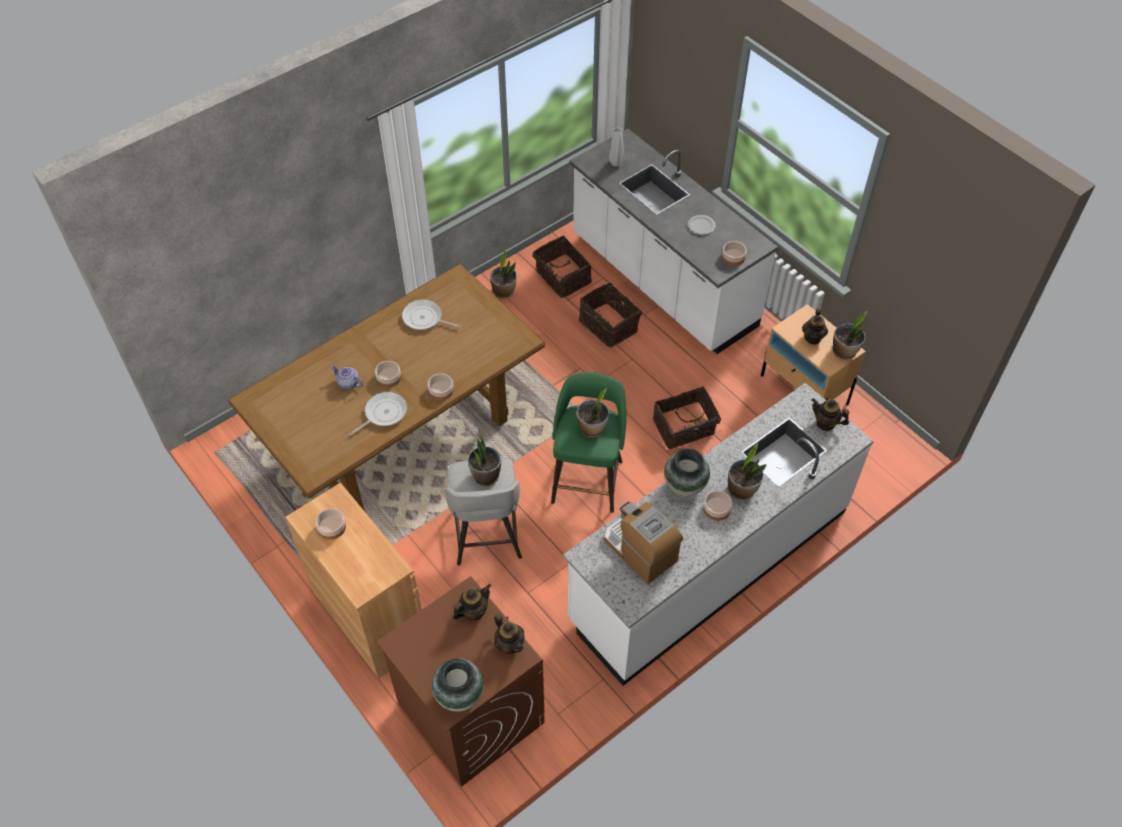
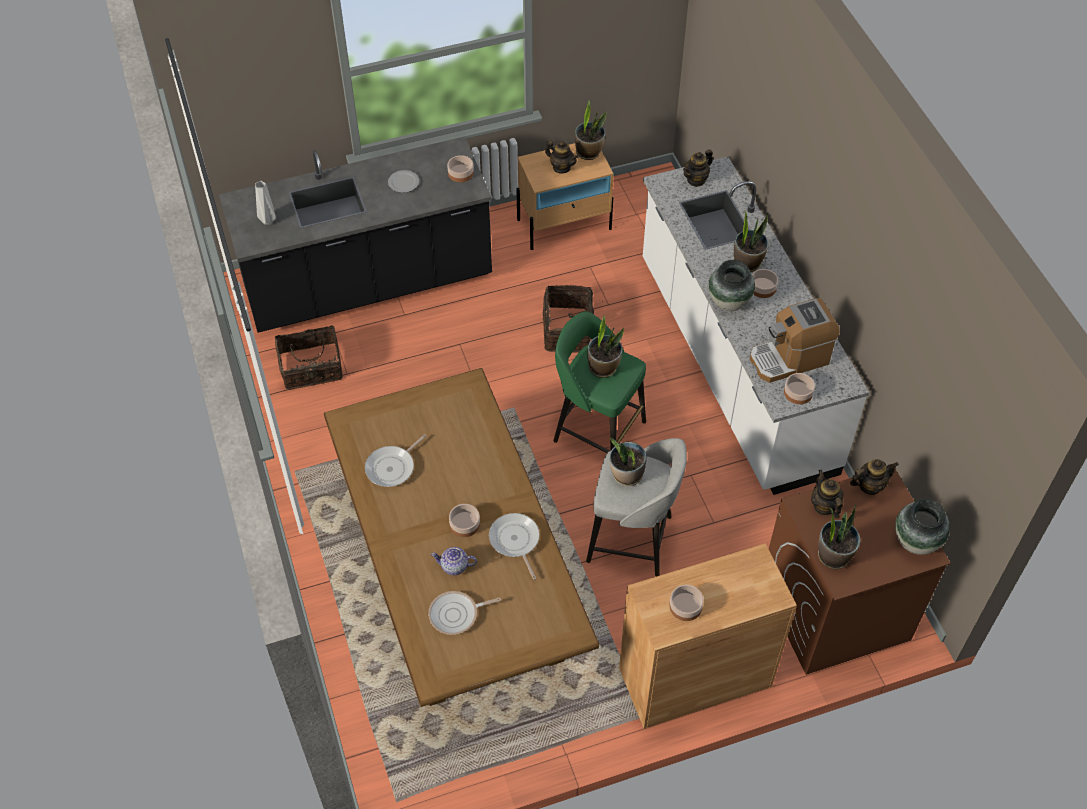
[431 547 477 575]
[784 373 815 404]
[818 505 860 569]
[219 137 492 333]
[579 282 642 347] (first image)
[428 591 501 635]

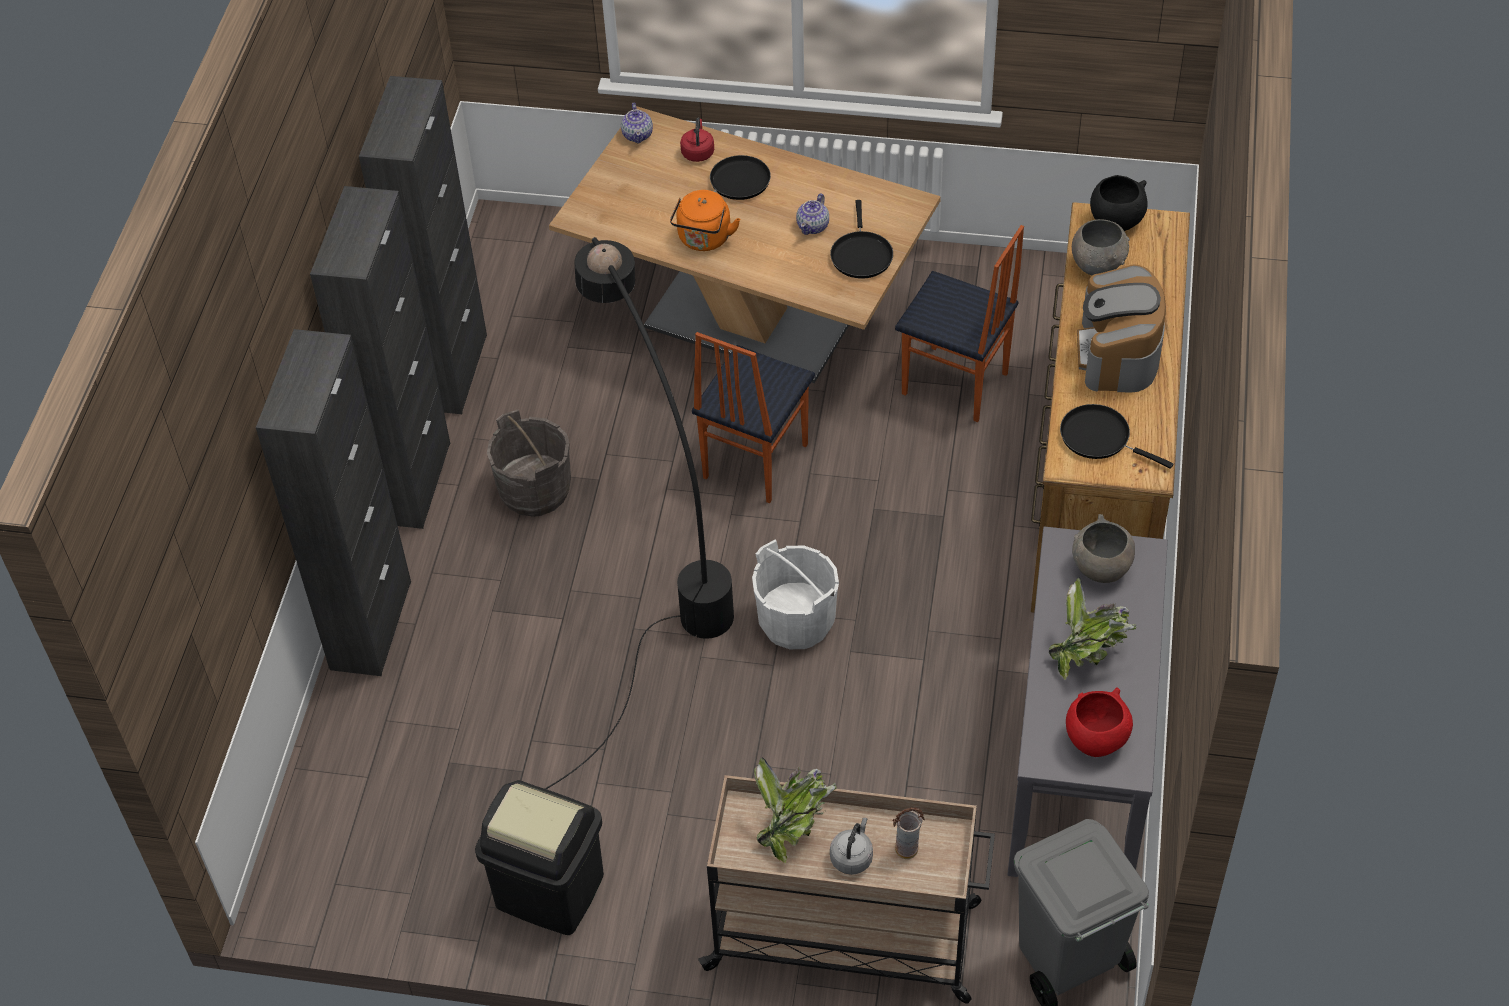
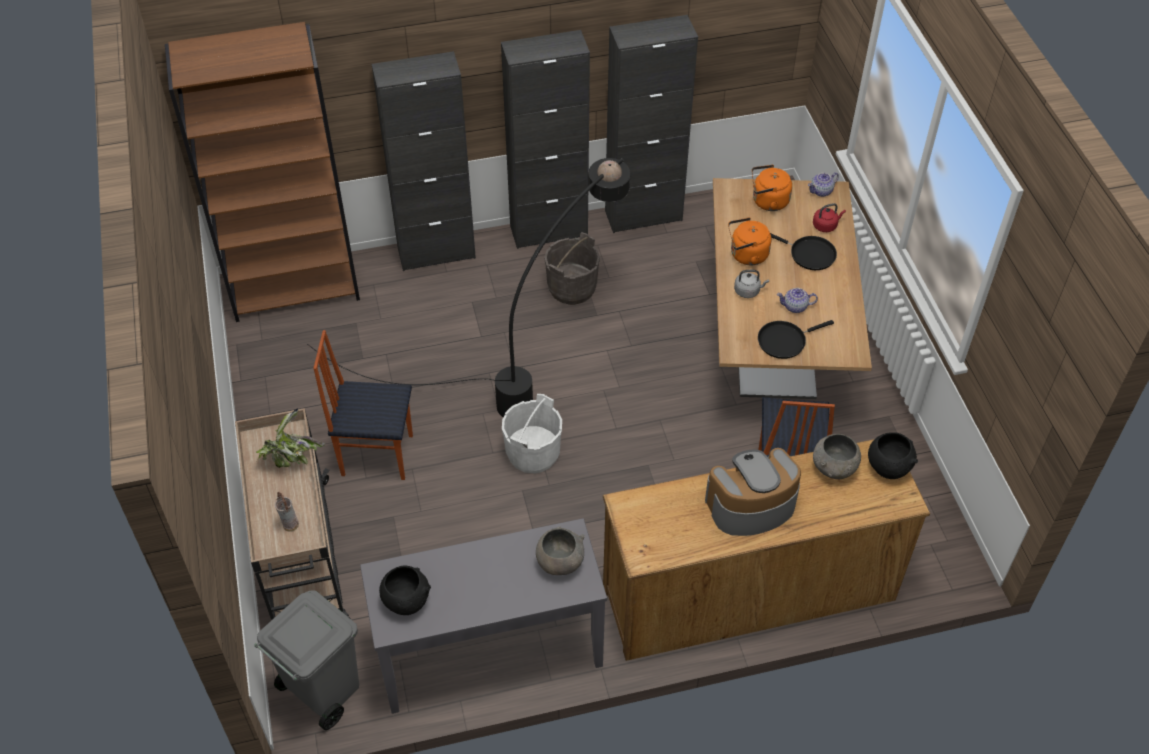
[475 780 604 935] (first image)
[313 330 413 480]
[734 270 769 298]
[1049 577 1136 680] (first image)
[1060 404 1173 469] (first image)
[379 565 431 615]
[165 22 360 322]
[752 165 792 211]

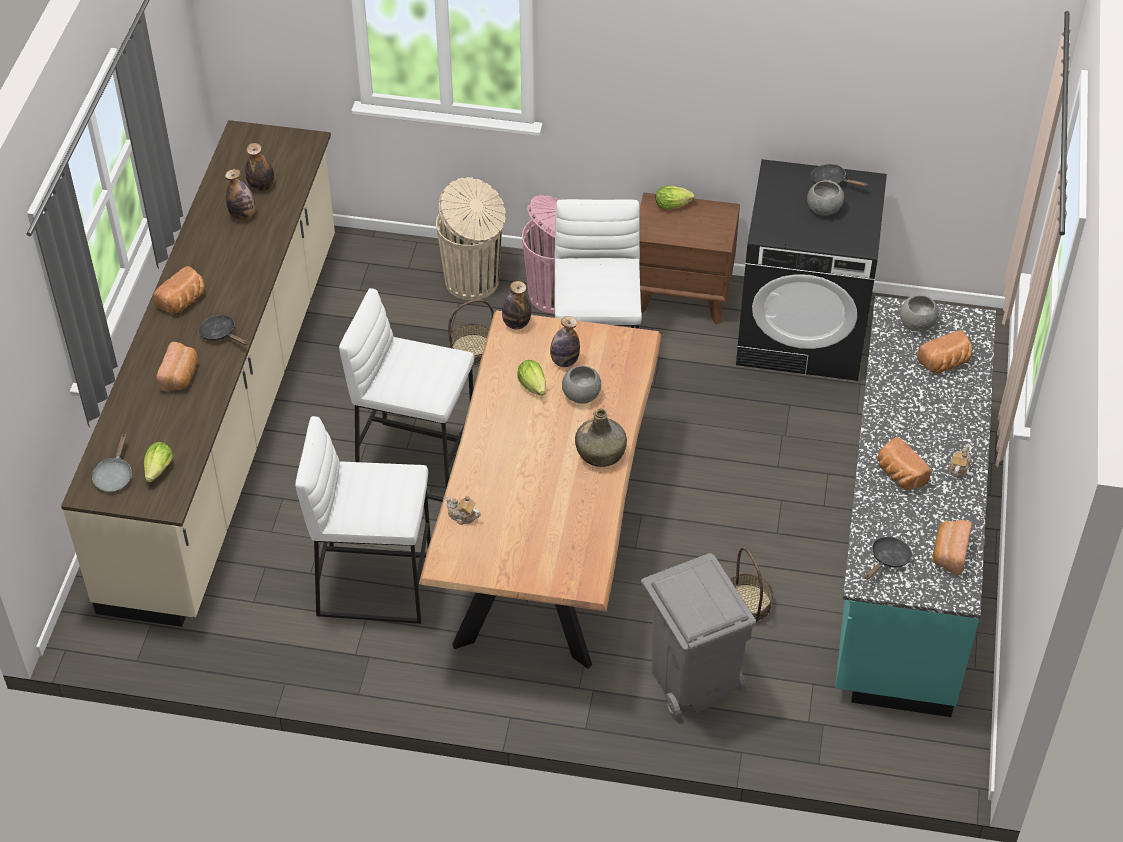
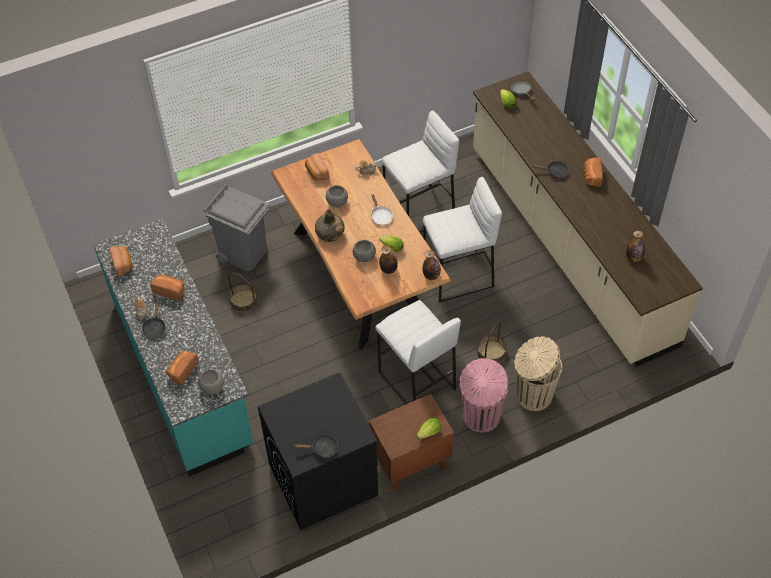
[305 153 329 181]
[225 169 255 221] (first image)
[326 185 348 207]
[142 302 166 339]
[371 194 393 225]

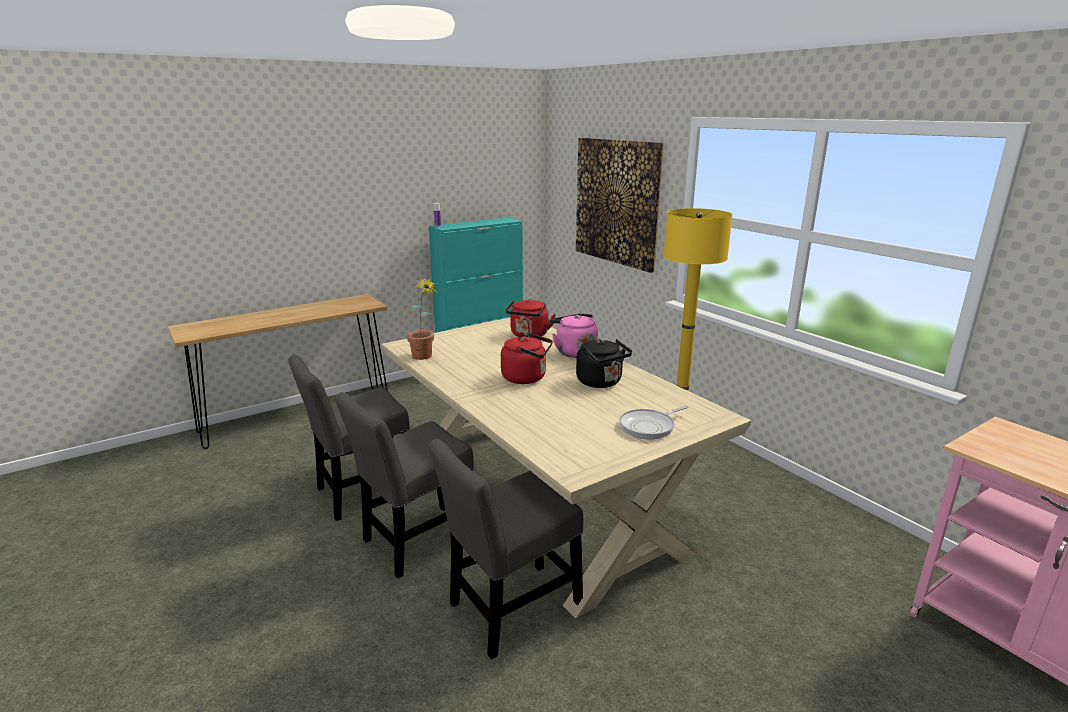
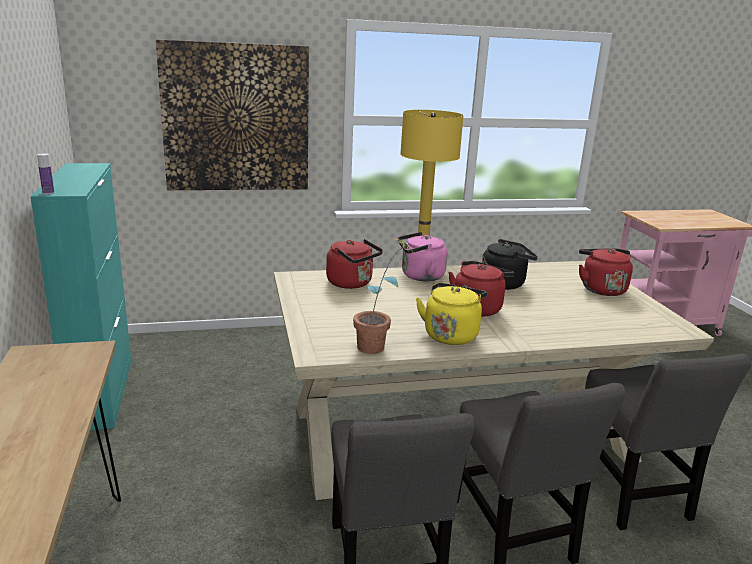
[579 248 633 296]
[416 282 487 345]

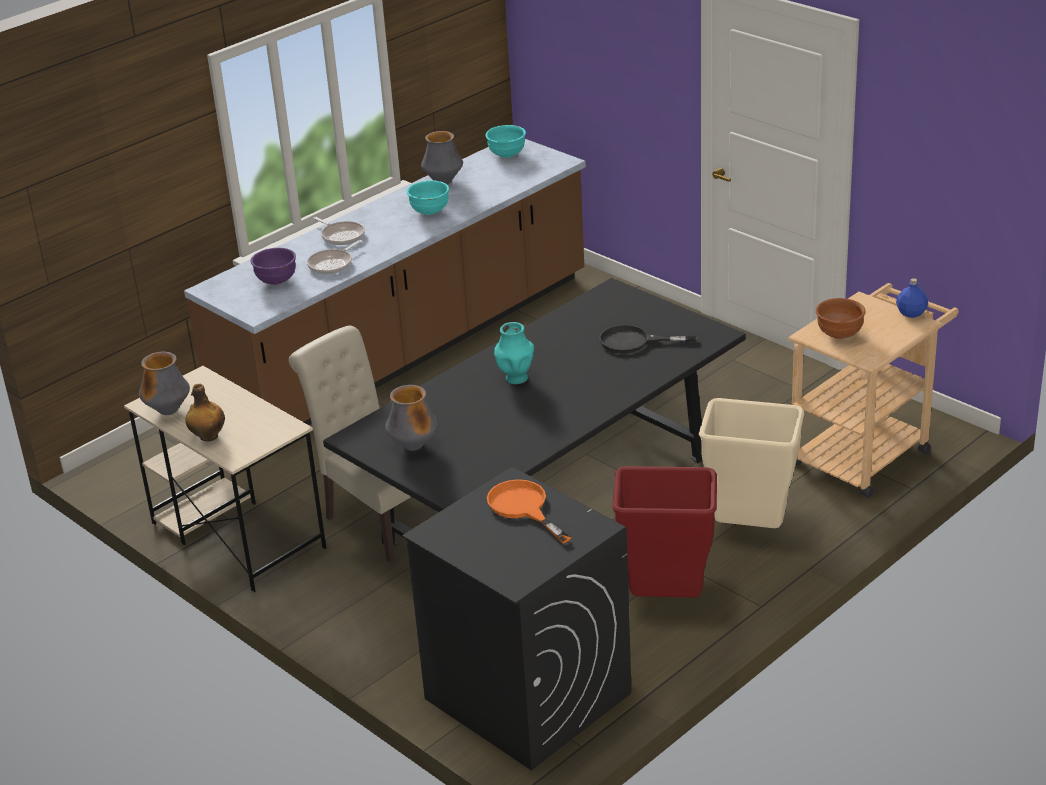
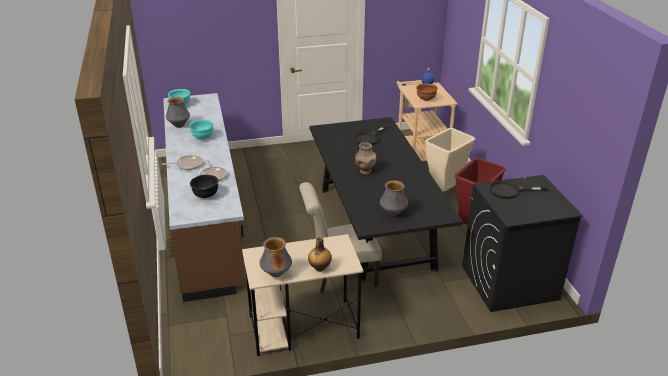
[190 175 218 198]
[489 181 548 199]
[355 142 376 175]

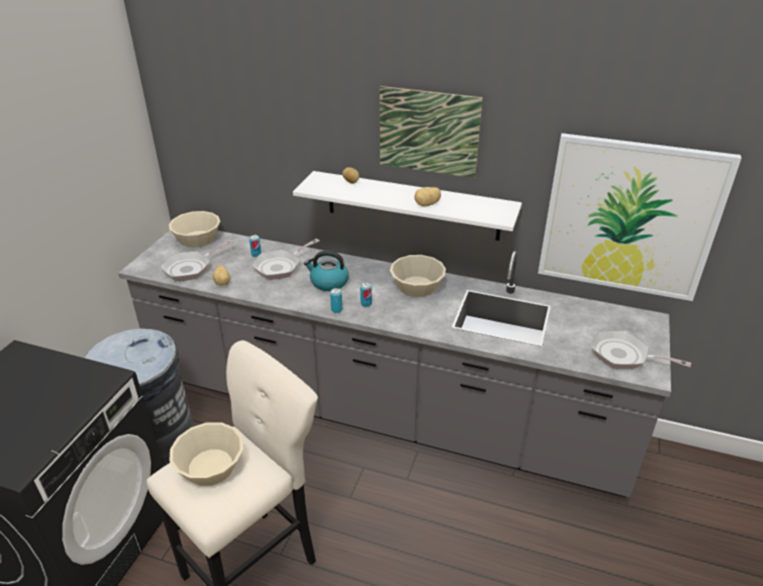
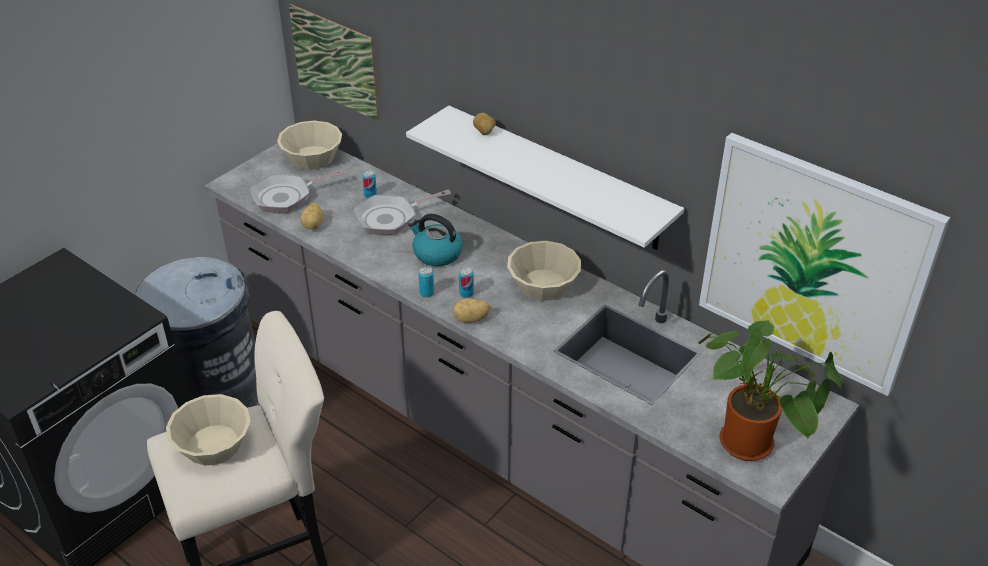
[289 4 379 121]
[453 298 490 323]
[698 320 842 461]

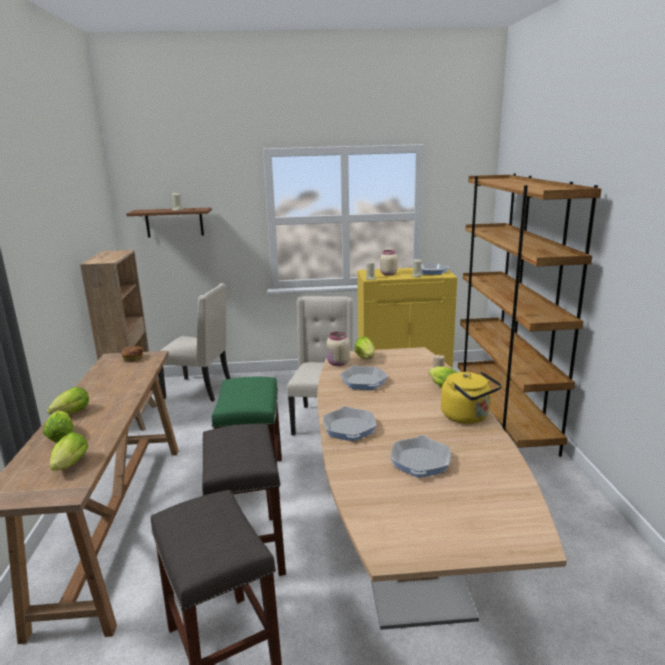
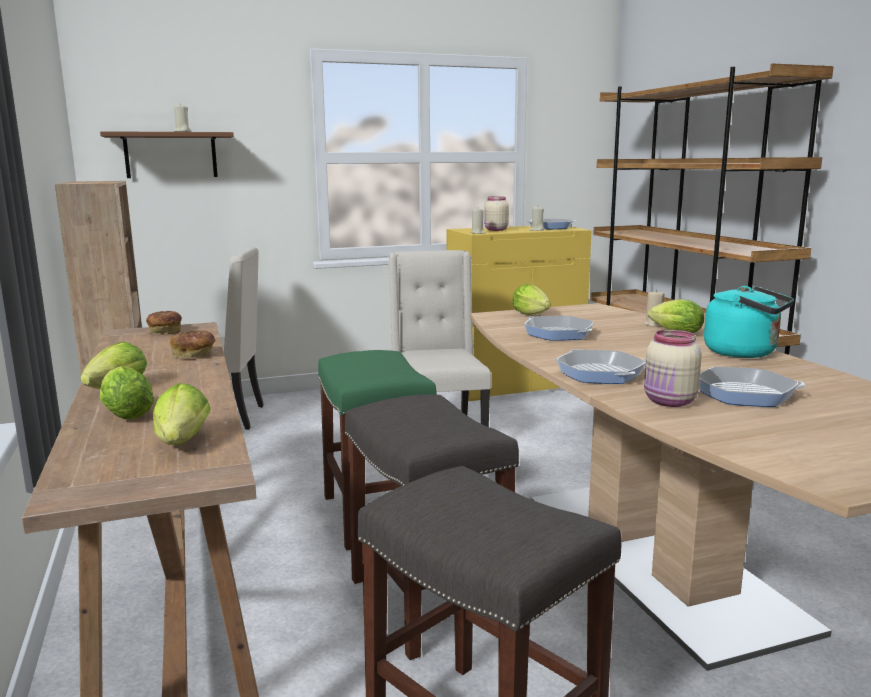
[644 330 702 407]
[699 367 806 407]
[704 286 794 358]
[170 330 215 358]

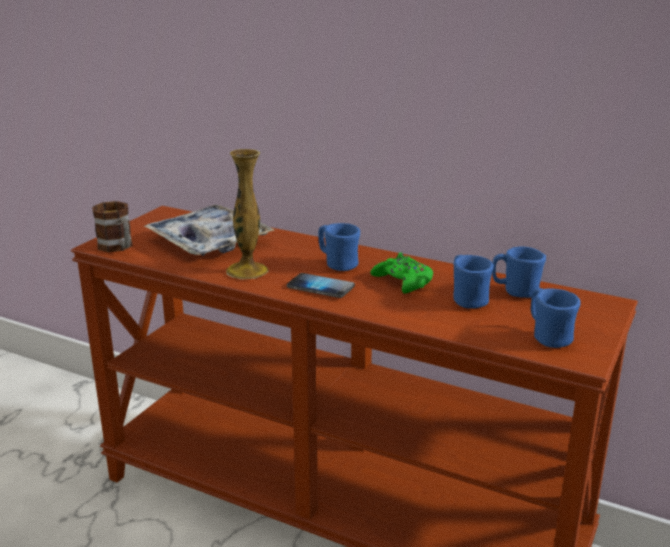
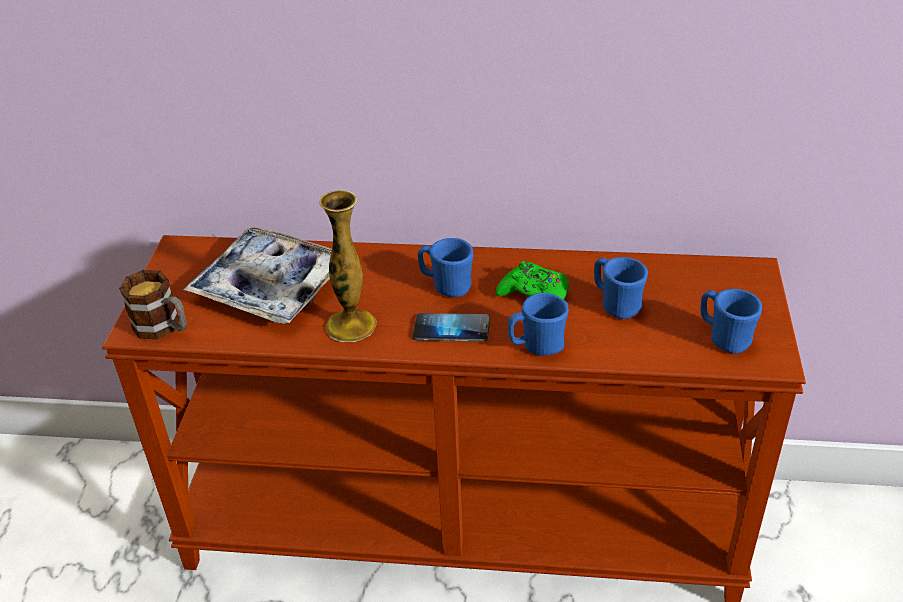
[508 293 568 356]

